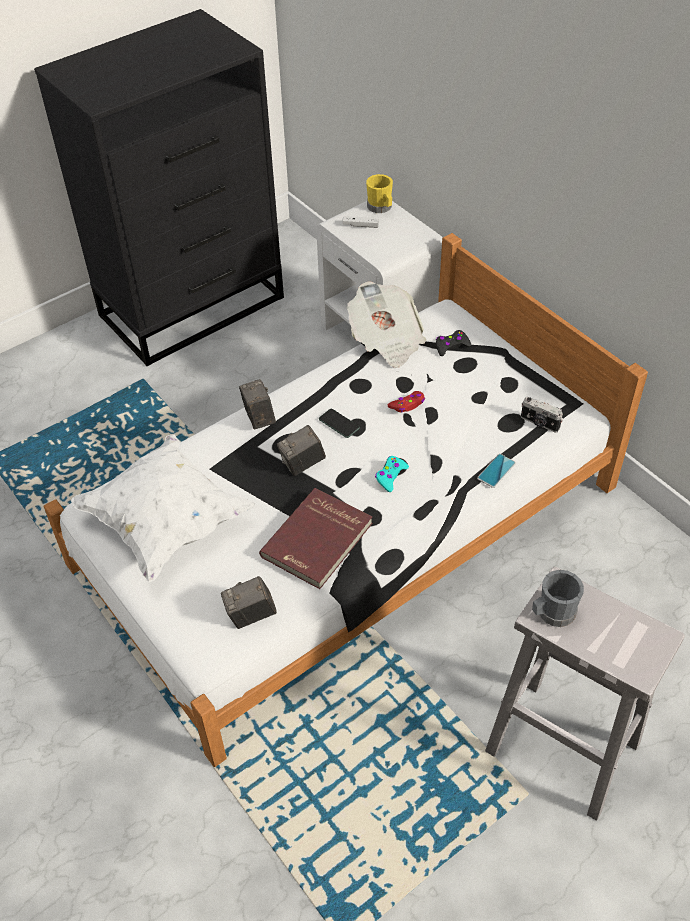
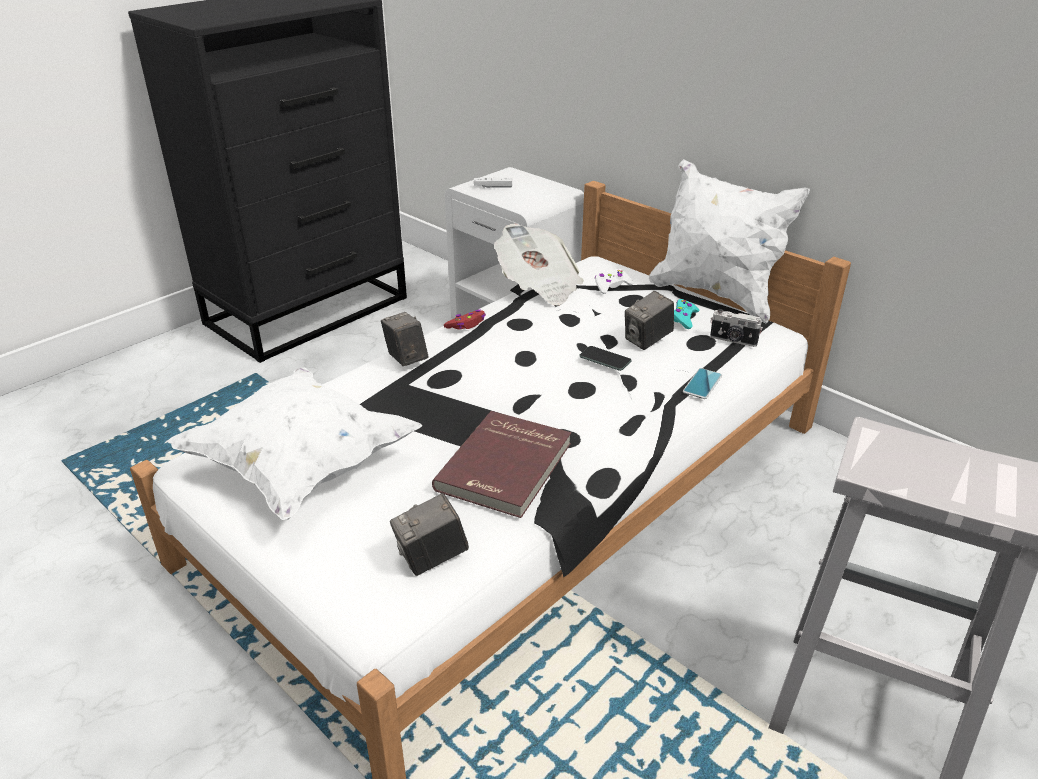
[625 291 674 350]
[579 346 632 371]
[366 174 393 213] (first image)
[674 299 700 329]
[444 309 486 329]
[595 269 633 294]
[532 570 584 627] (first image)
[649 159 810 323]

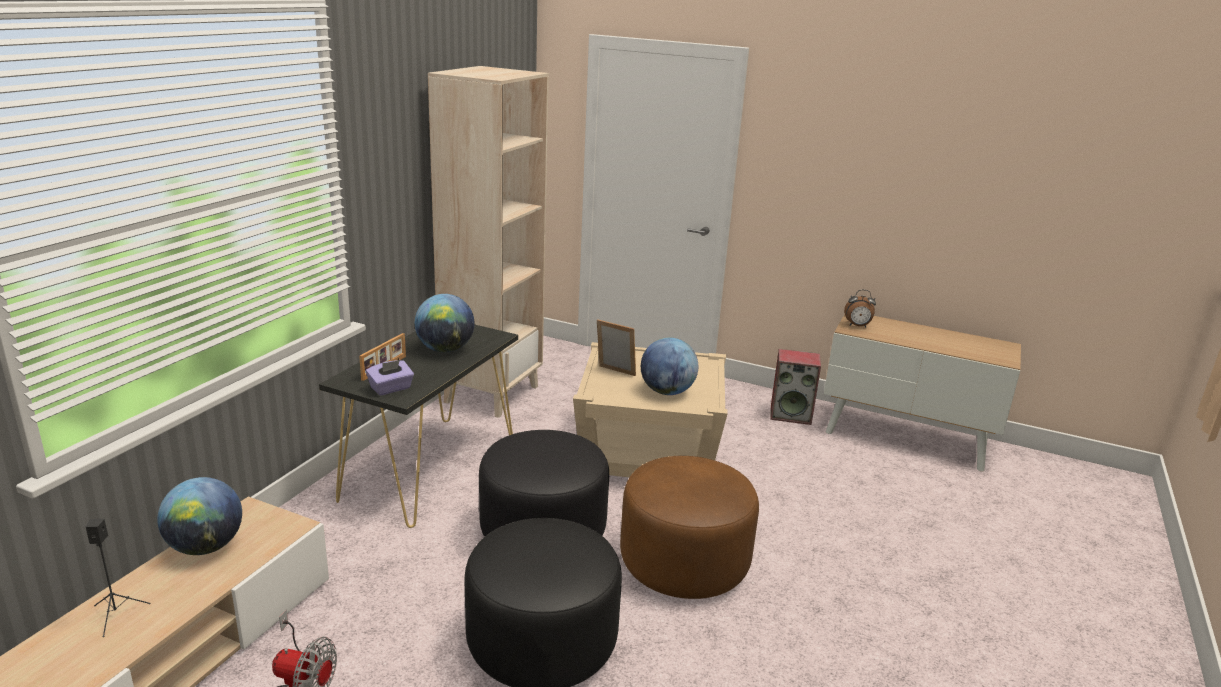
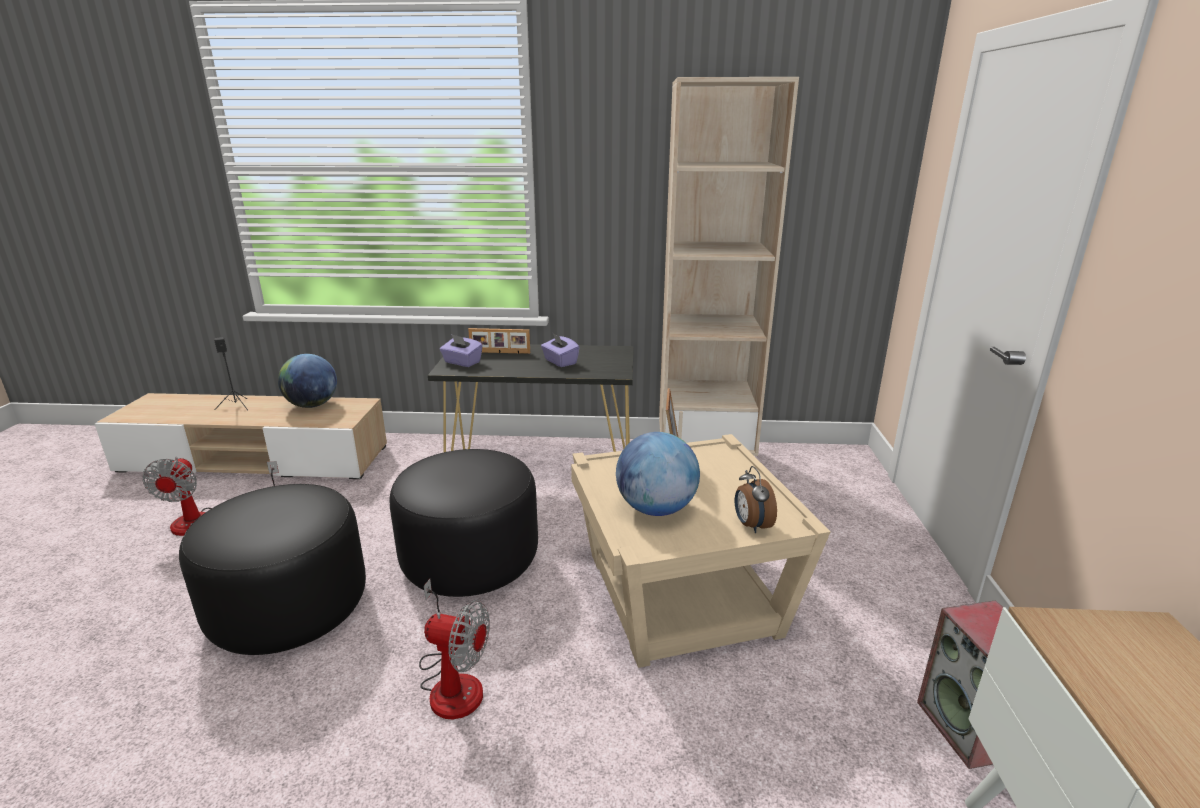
[541 333 580 367]
[419 579 490 719]
[735 466 777 533]

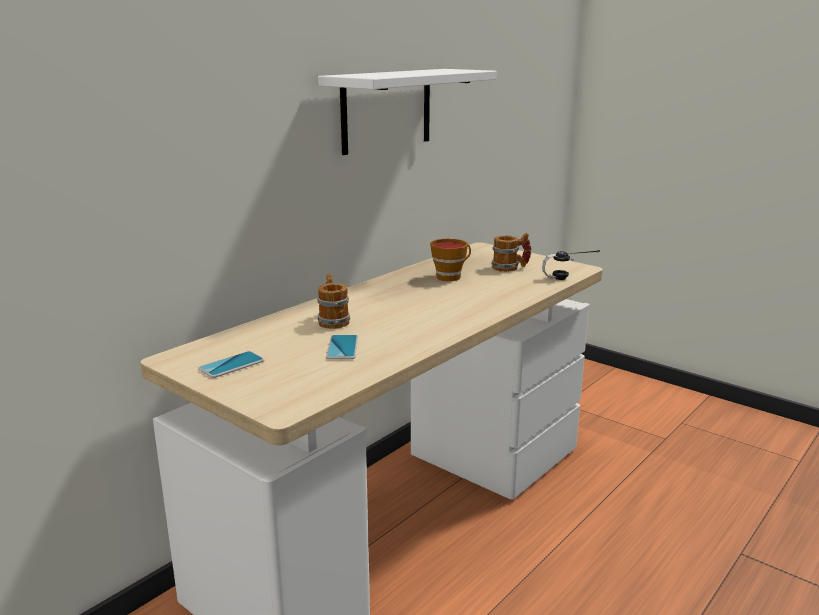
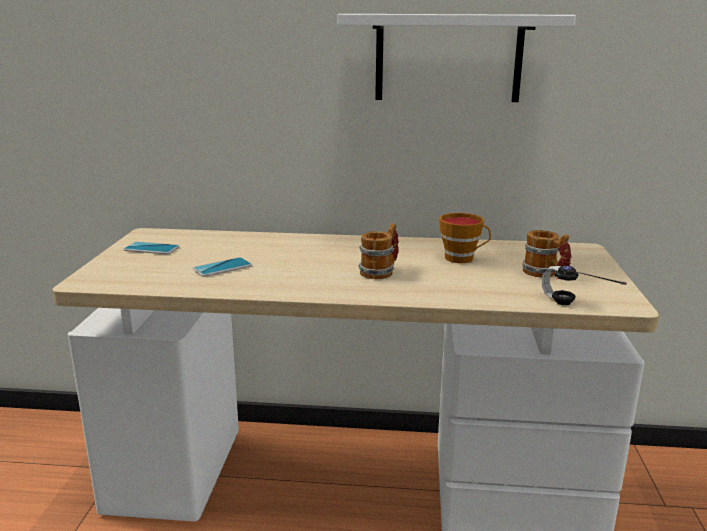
[358 223 399 279]

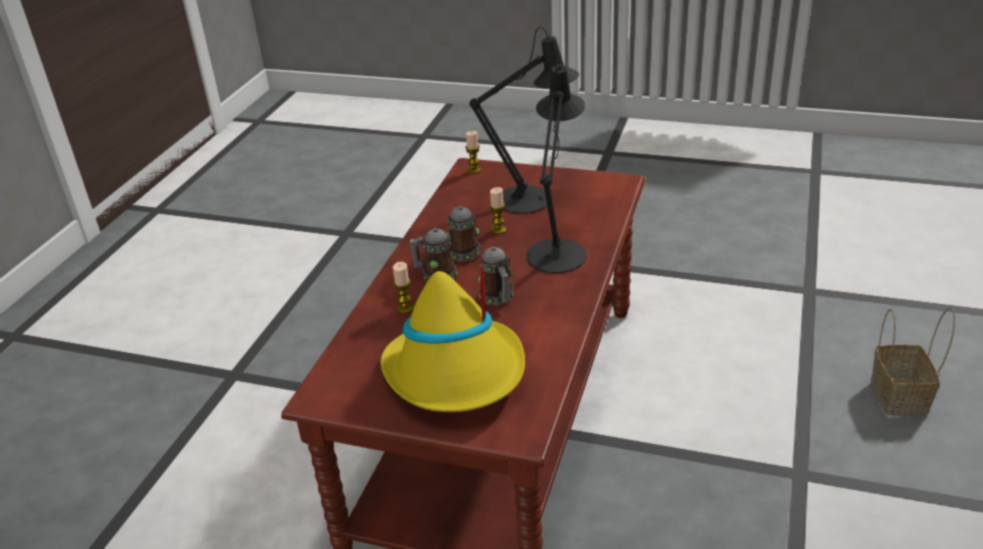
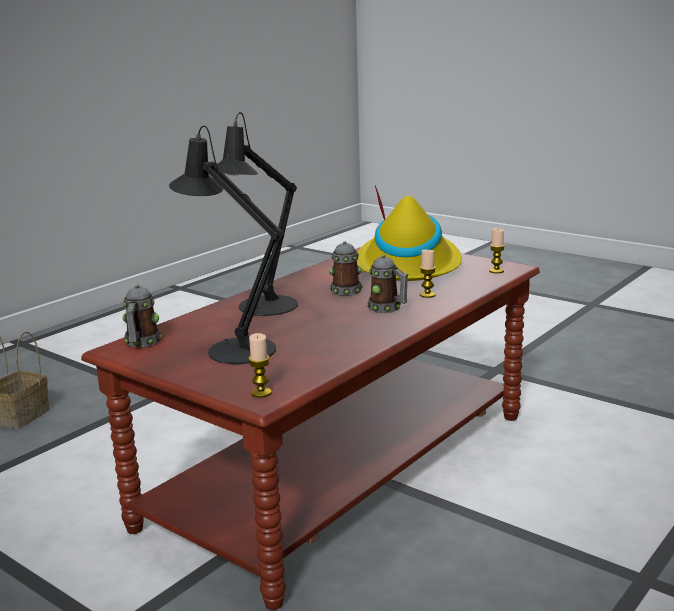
[122 285 162 347]
[489 228 505 273]

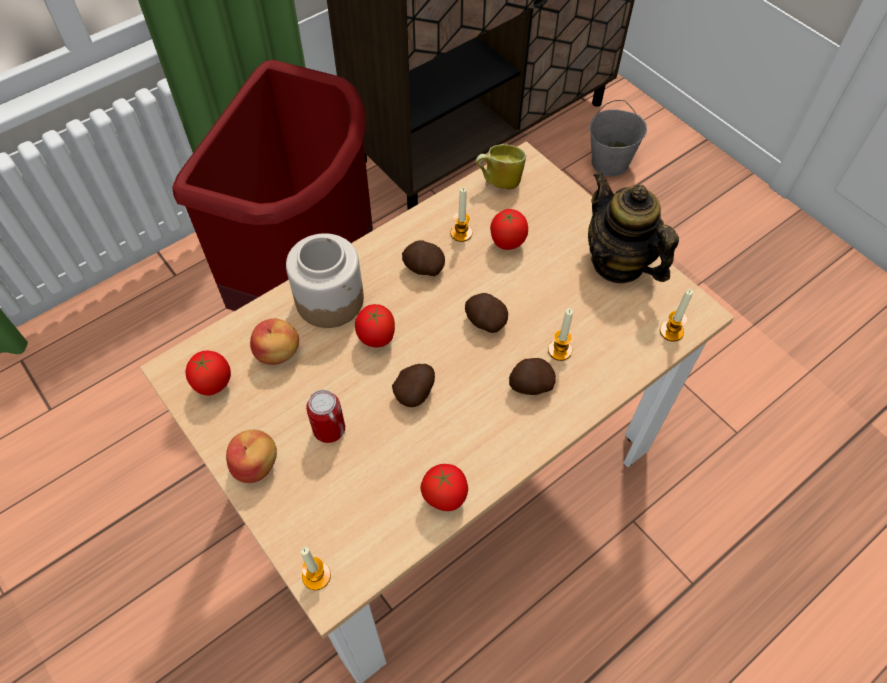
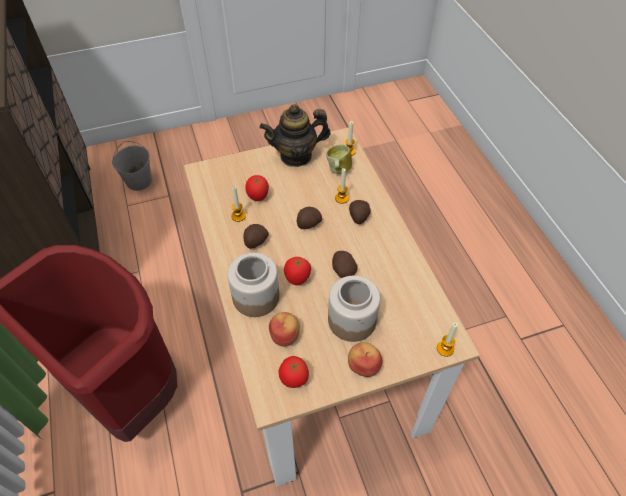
[328 276 380 342]
[420 464 468 511] (first image)
[326 145 352 174]

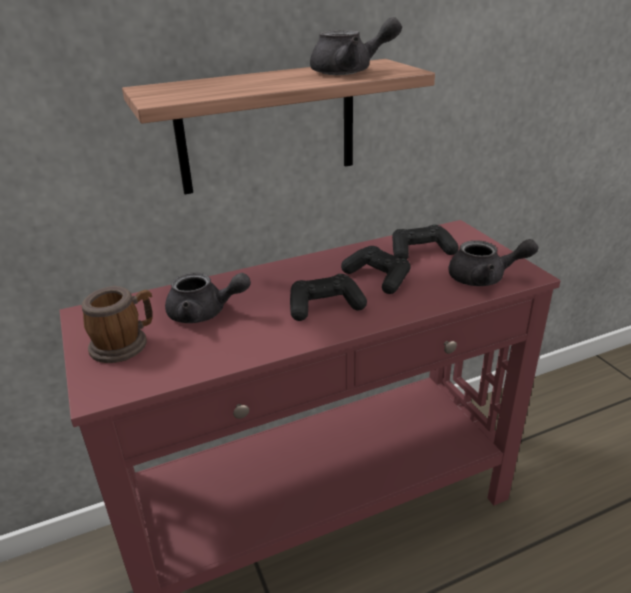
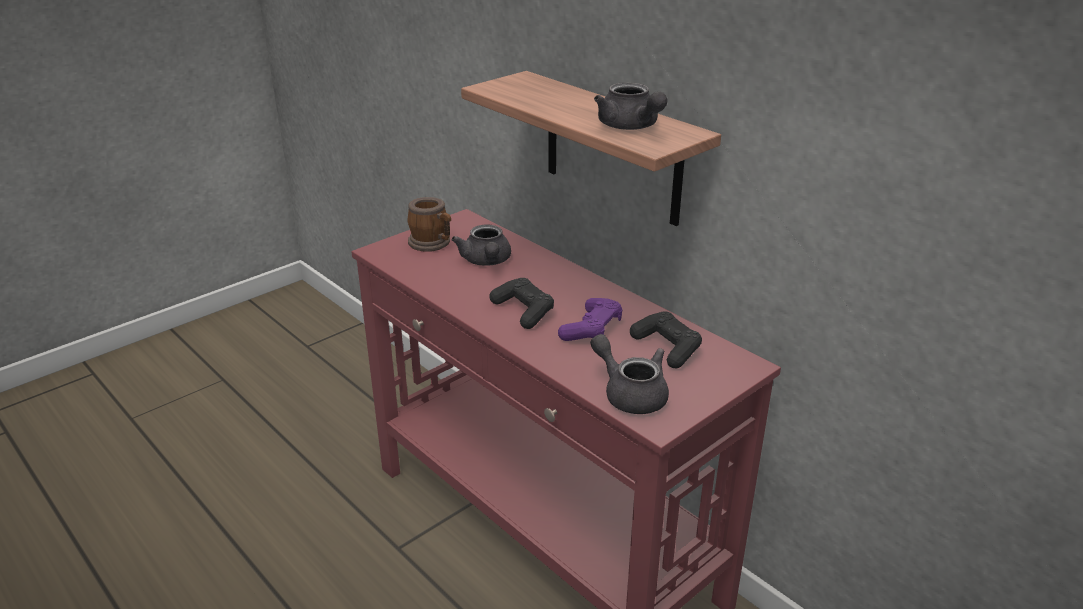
[558 298 622 341]
[590 334 669 414]

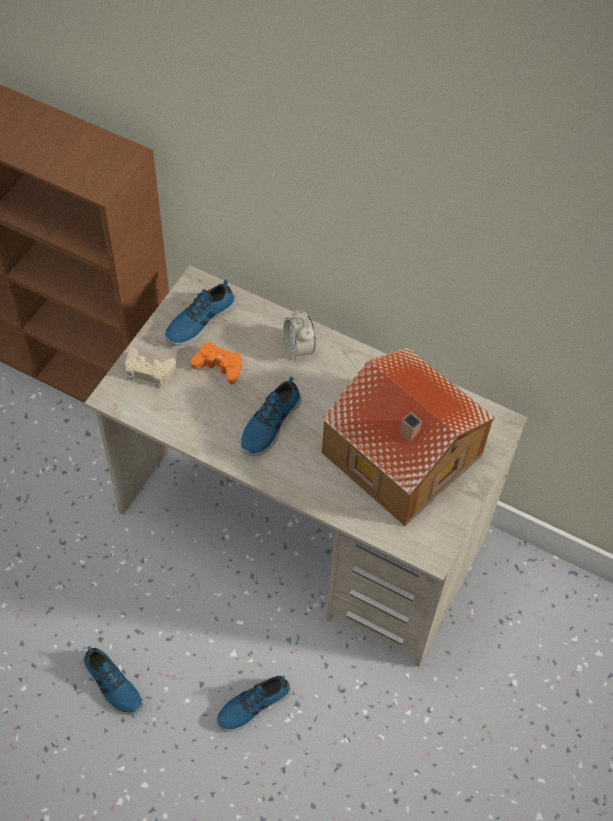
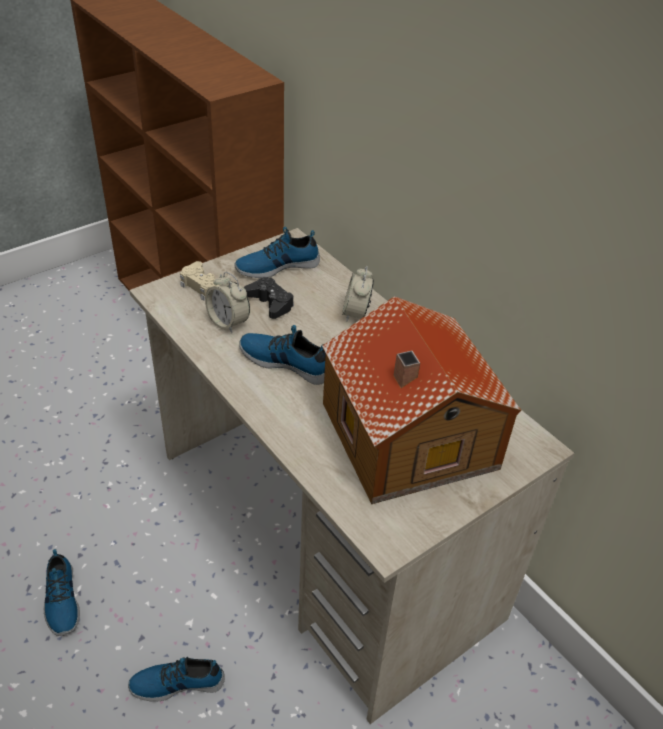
[244 277 294 319]
[239 325 326 385]
[205 272 250 333]

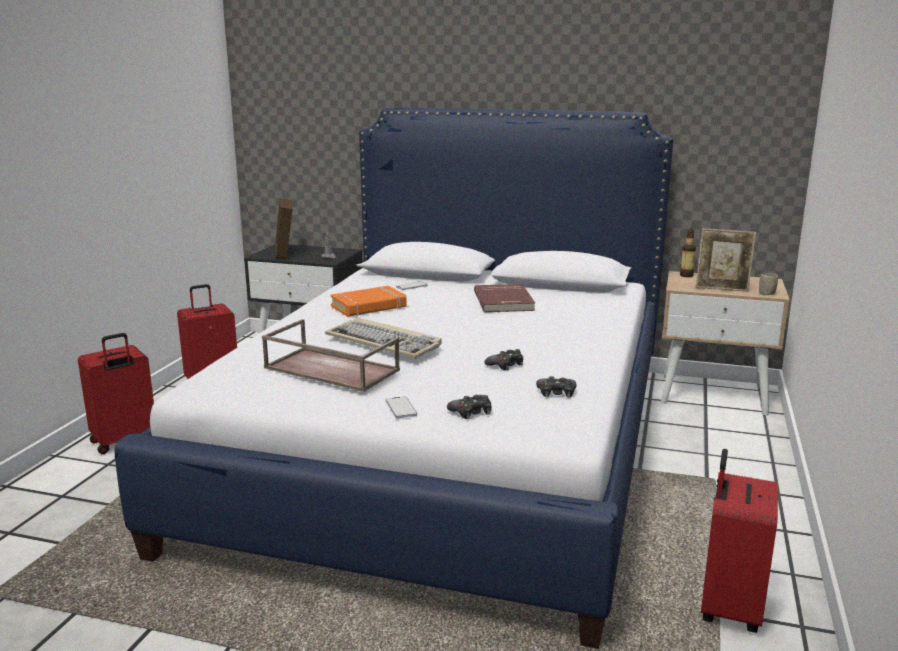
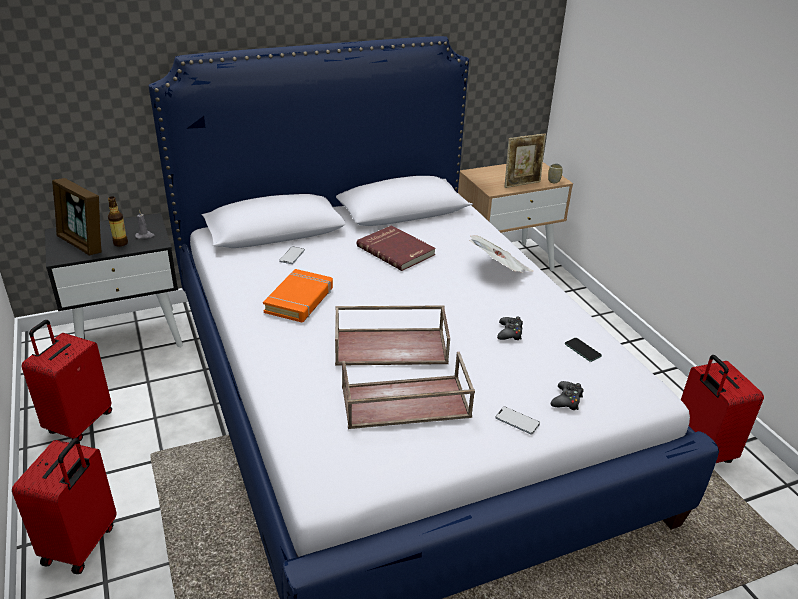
[335 305 450 366]
[565 338 602 362]
[108 197 128 247]
[469 235 533 273]

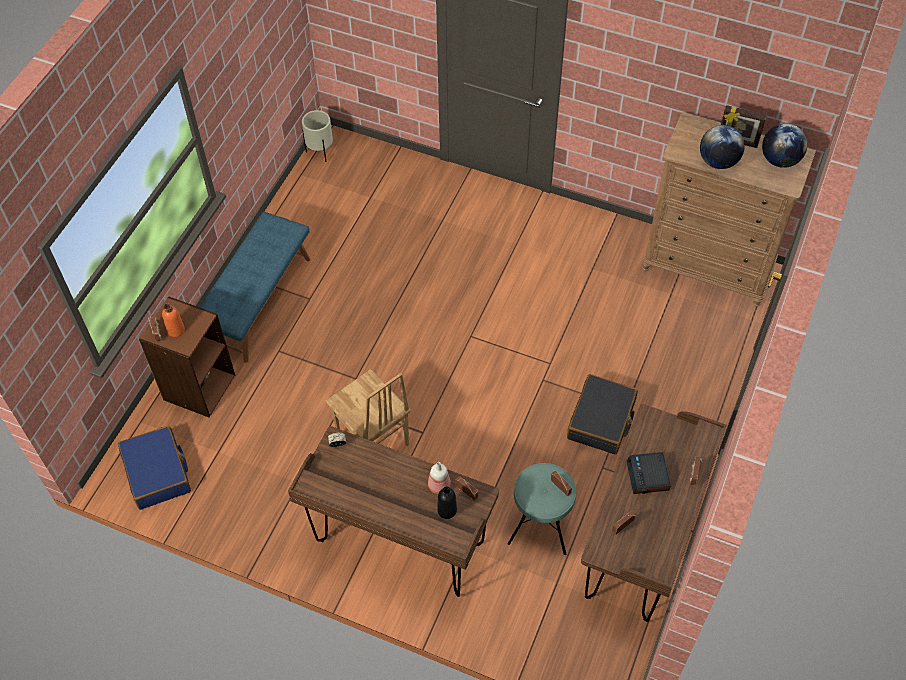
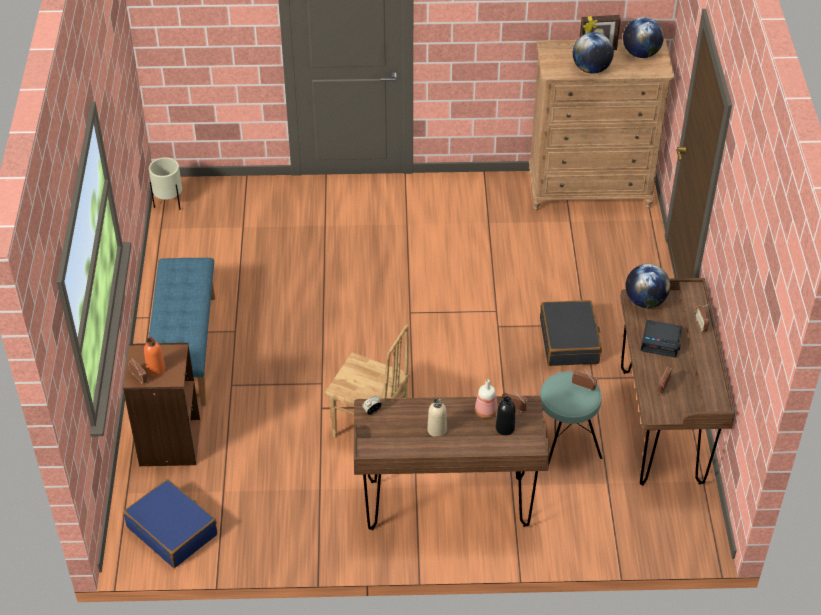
[640 320 682 358]
[427 398 447 437]
[625 264 670 308]

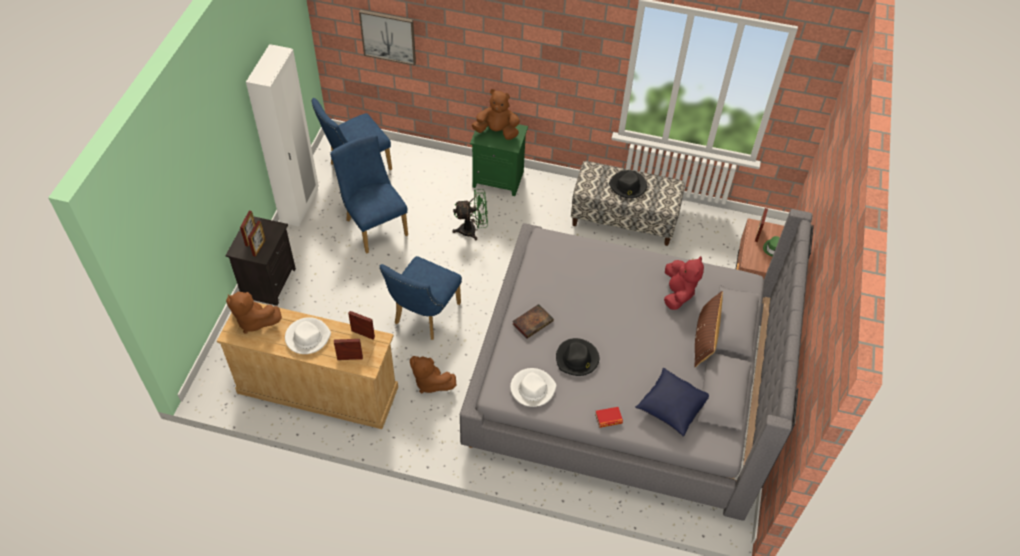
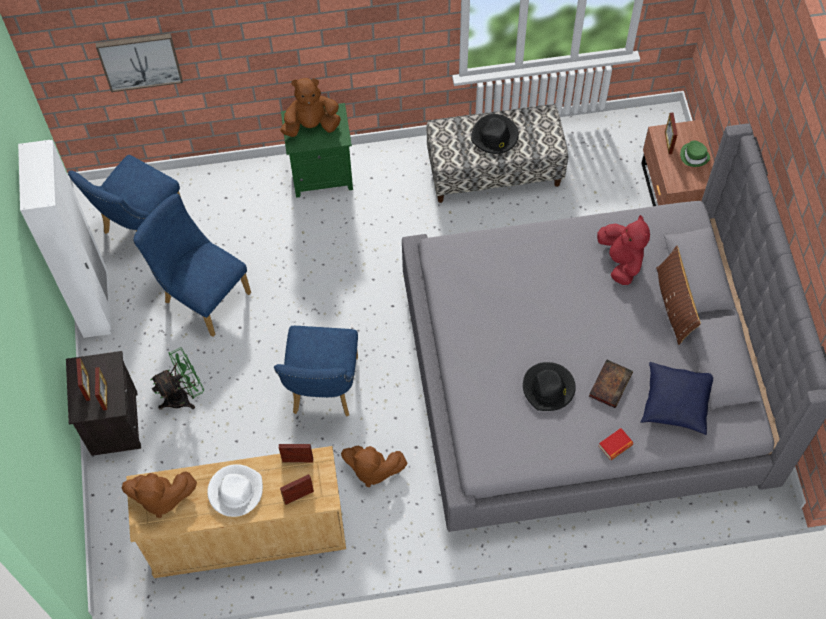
[150 347 204 410]
[510 368 557 407] (first image)
[589 360 633 408]

